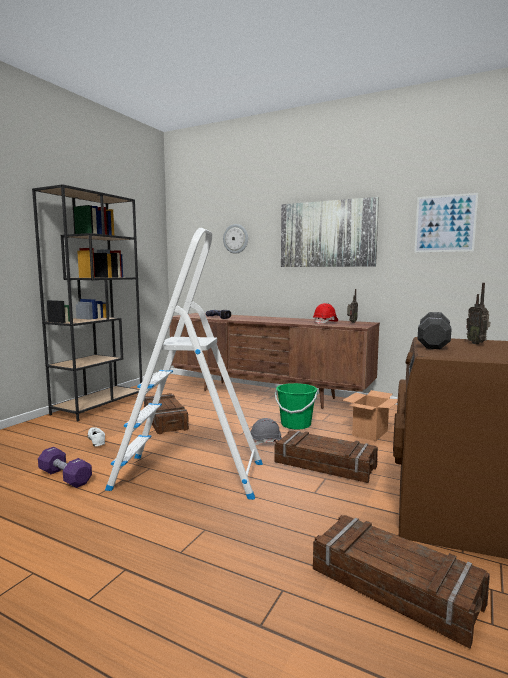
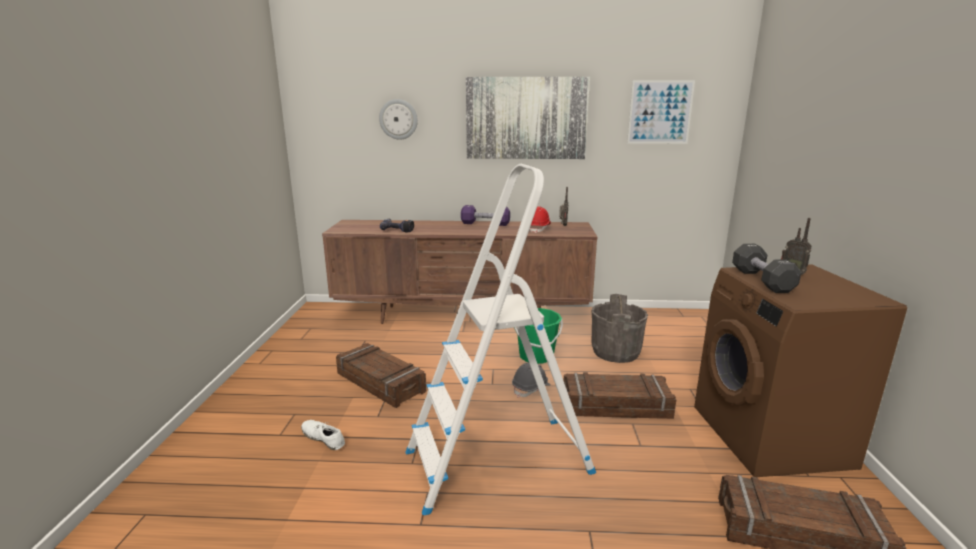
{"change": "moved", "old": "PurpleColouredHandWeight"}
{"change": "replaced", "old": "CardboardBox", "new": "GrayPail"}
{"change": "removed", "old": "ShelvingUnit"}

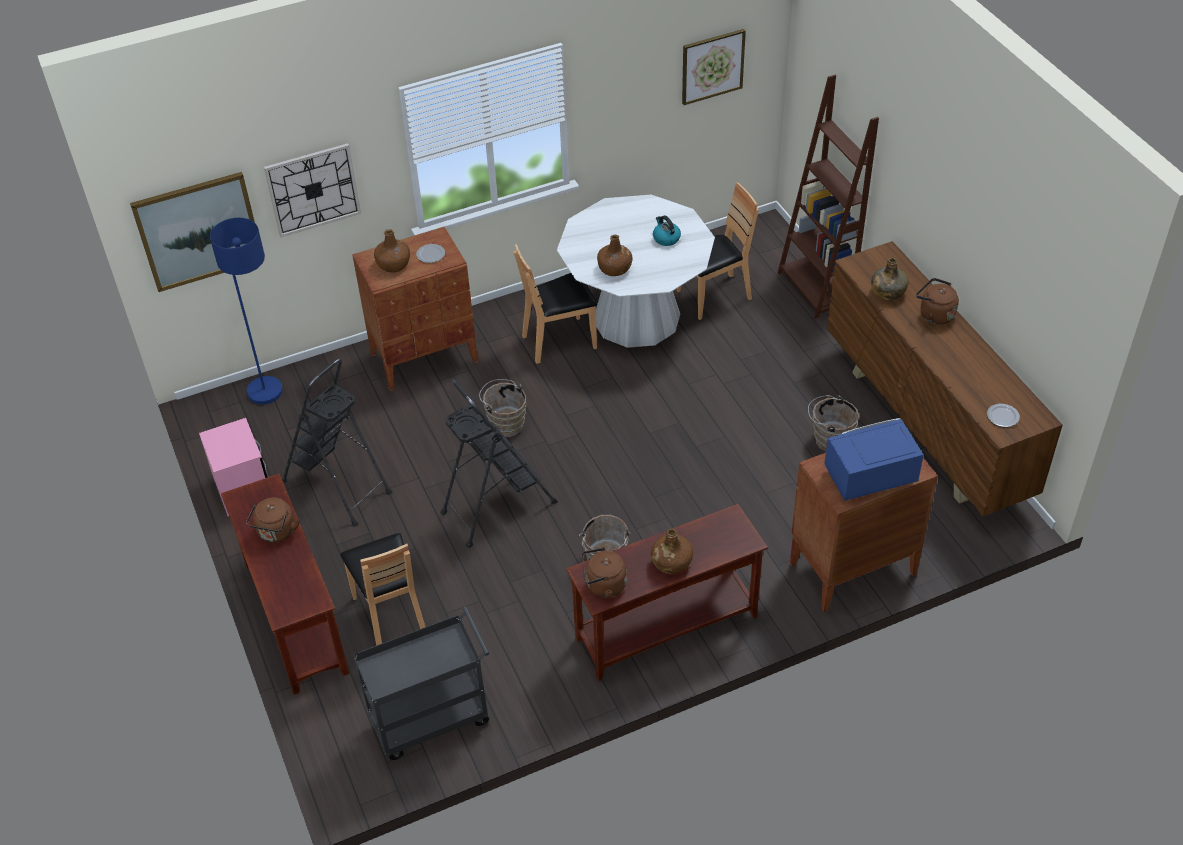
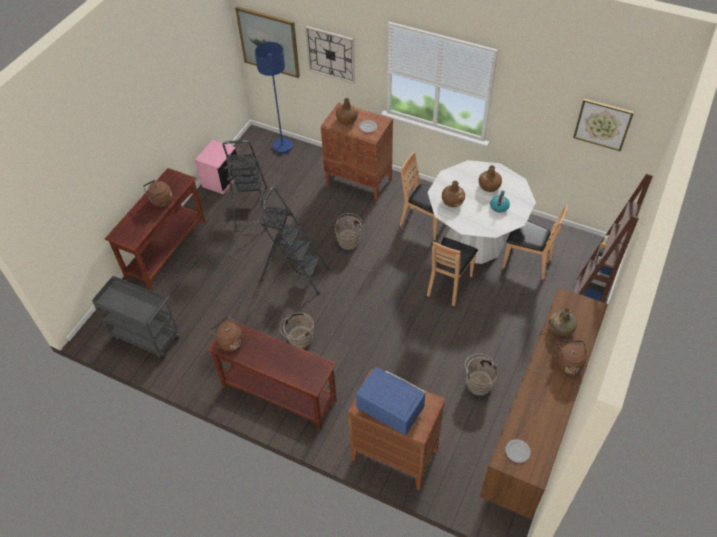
{"change": "moved", "old": "BrownishUprightChair (1st from left in the first image)", "new": "BrownishUprightChair (2nd from left)"}
{"change": "moved", "old": "BrownishDrinkBottle (3rd from left)"}

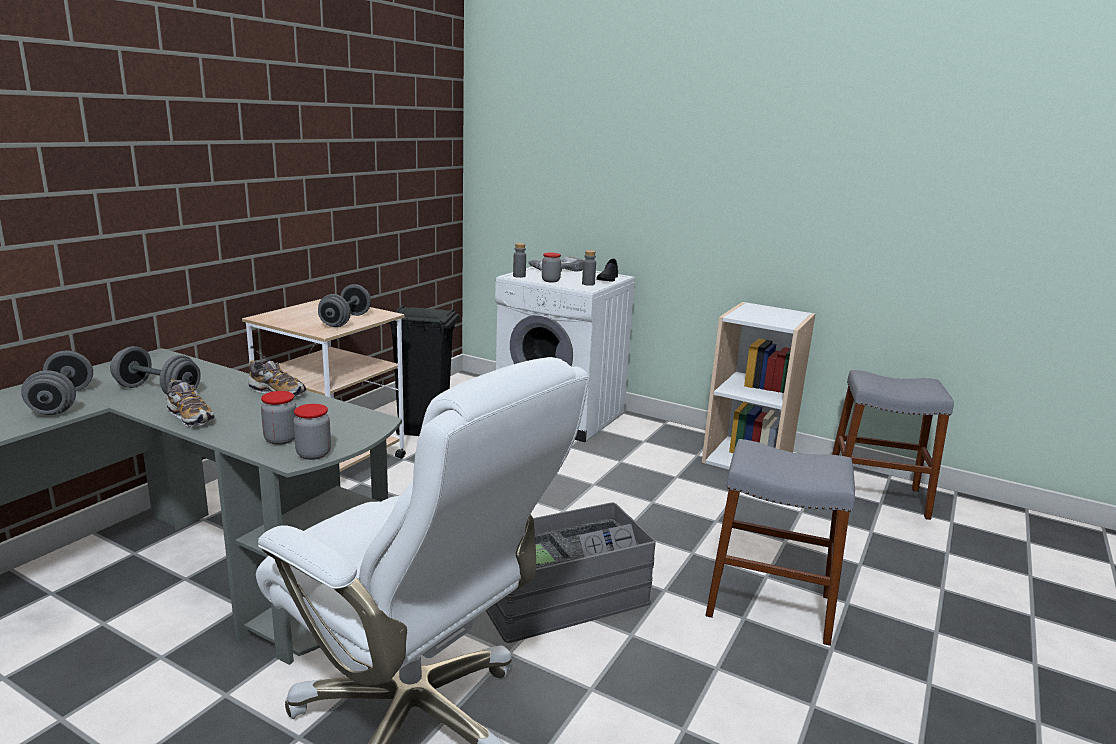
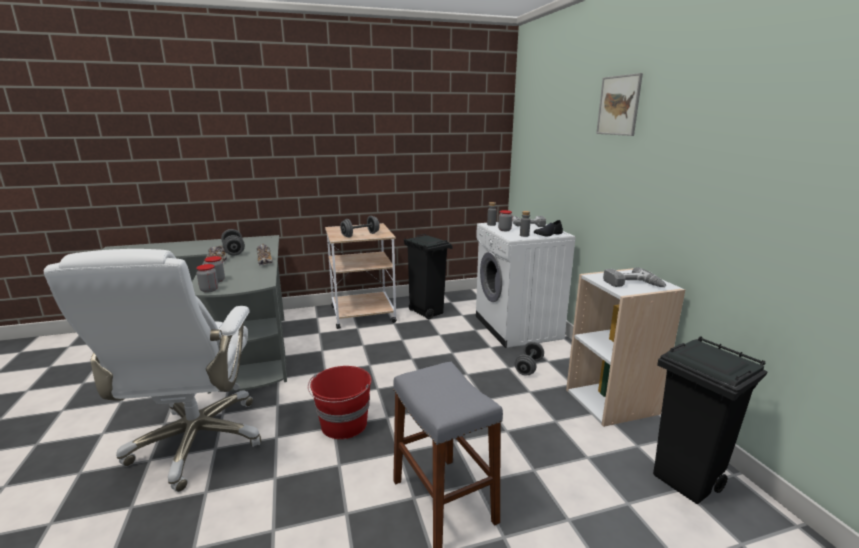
{"change": "replaced", "old": "GrayStorageContainer", "new": "ReddishPail"}
{"change": "moved", "old": "GrayHandWeight (1st from left in the first image)", "new": "GrayHandWeight (3rd from left)"}
{"change": "added", "new": "Picture"}
{"change": "added", "new": "Drill (2nd from left)"}
{"change": "replaced", "old": "GrayStoolSeat (2nd from left)", "new": "BlackishRubbishBin (2nd from left)"}

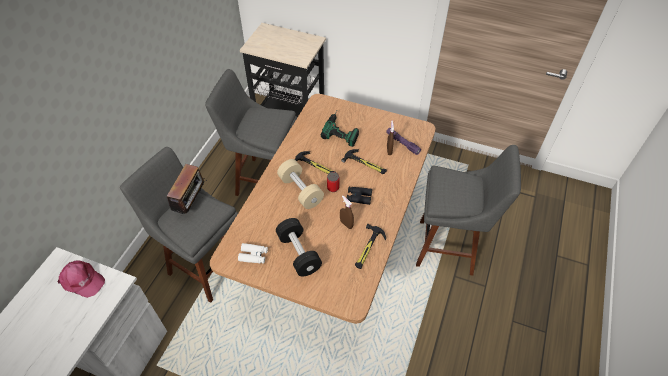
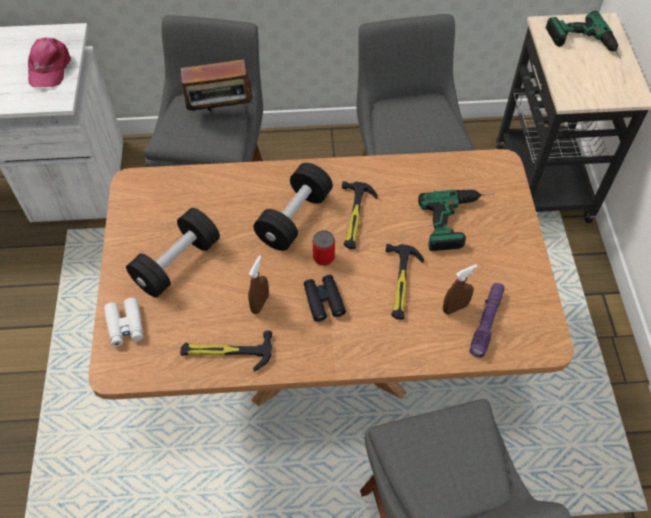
{"change": "moved", "old": "WhitishPairOfBinoculars"}
{"change": "recoloured", "old": "BeigeHandWeight", "new": "BlackishHandWeight (2nd from left)"}
{"change": "added", "new": "Drill (2nd from left)"}

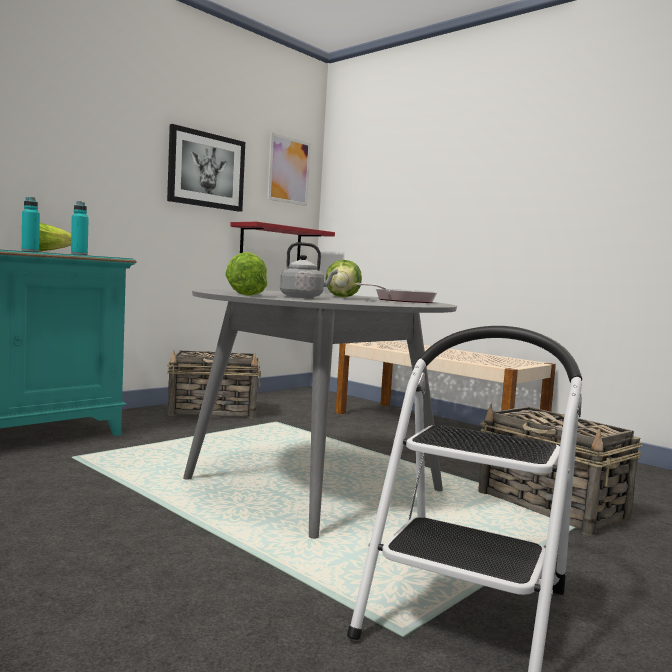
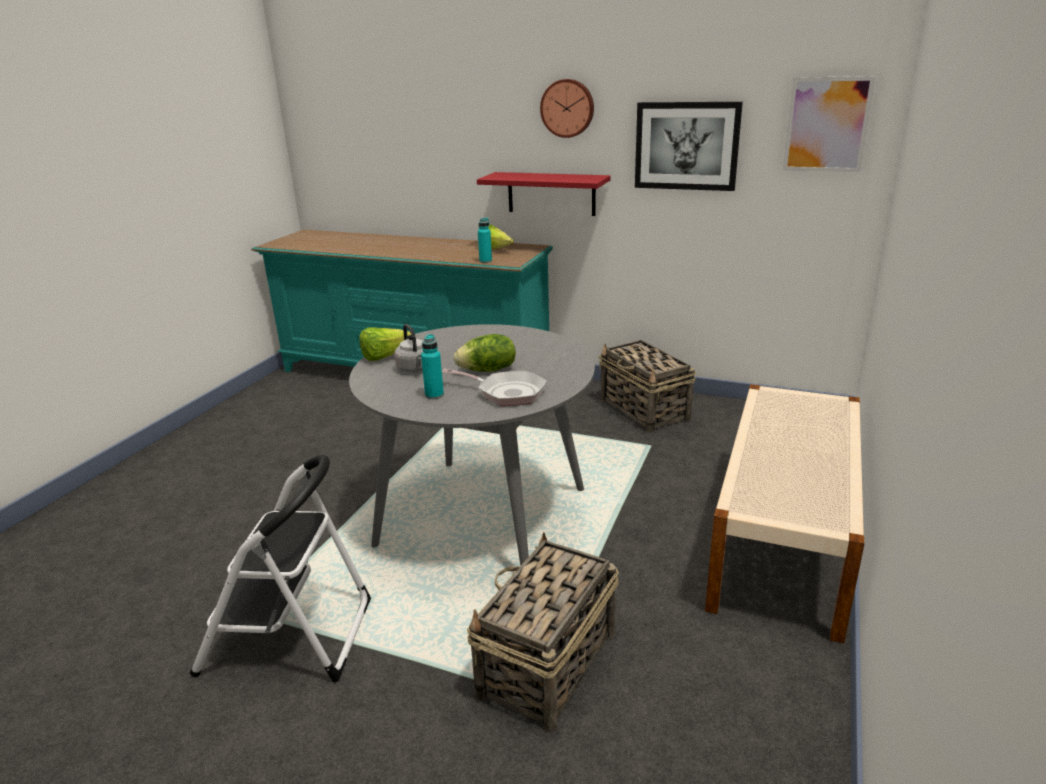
{"change": "moved", "old": "TurquoiseColouredDrinkBottle (1st from left)"}
{"change": "moved", "old": "ReddishWallShelf"}
{"change": "added", "new": "HangingClock"}

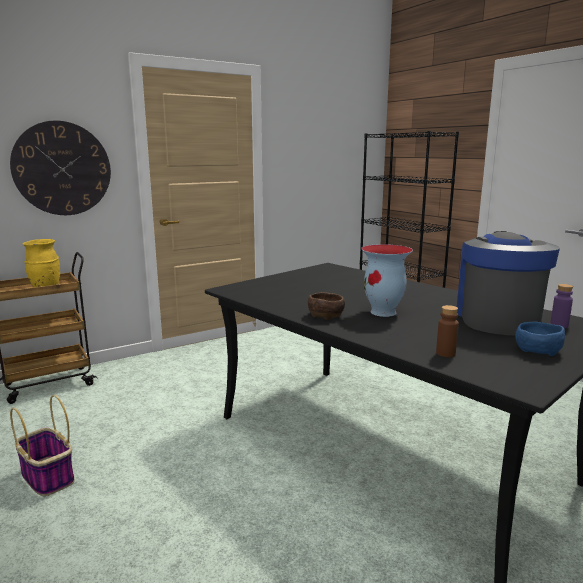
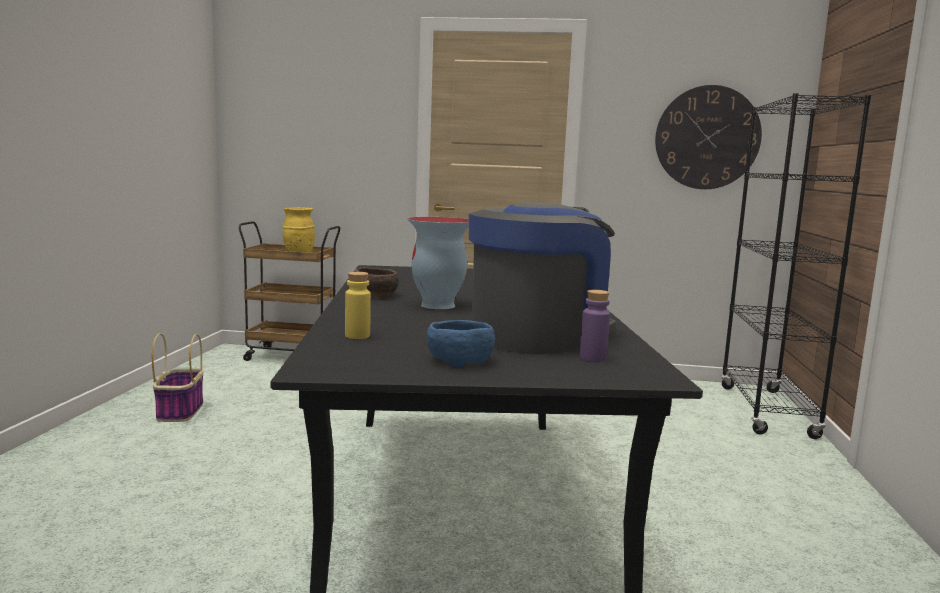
{"change": "recoloured", "old": "BrownishDrinkBottle", "new": "YellowDrinkBottle"}
{"change": "moved", "old": "HangingClock"}

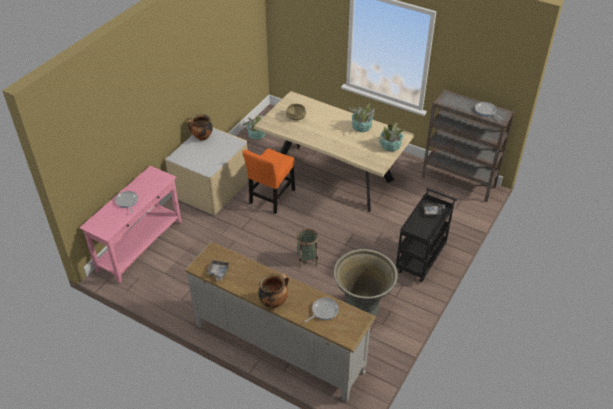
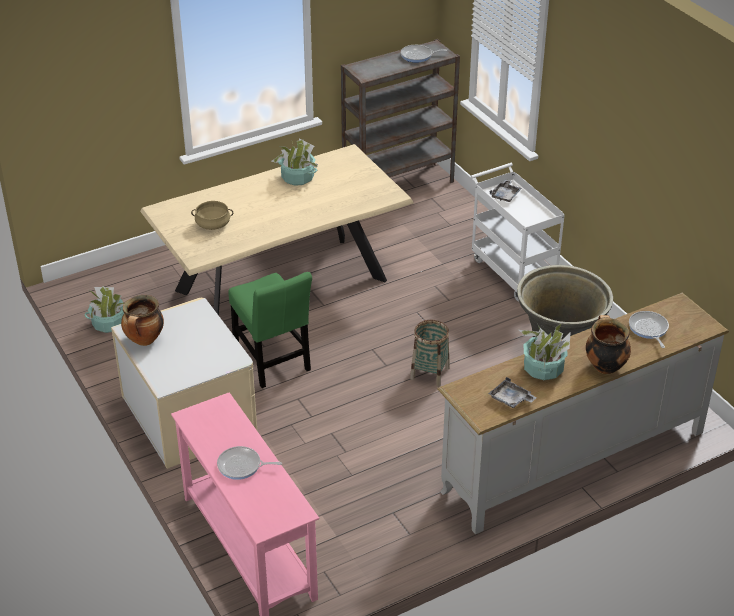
{"change": "recoloured", "old": "OrangeyUprightChair", "new": "GreenUprightChair"}
{"change": "recoloured", "old": "BlackishWheeledCart", "new": "WhitishWheeledCart"}
{"change": "moved", "old": "PottedPlant (3rd from left)"}

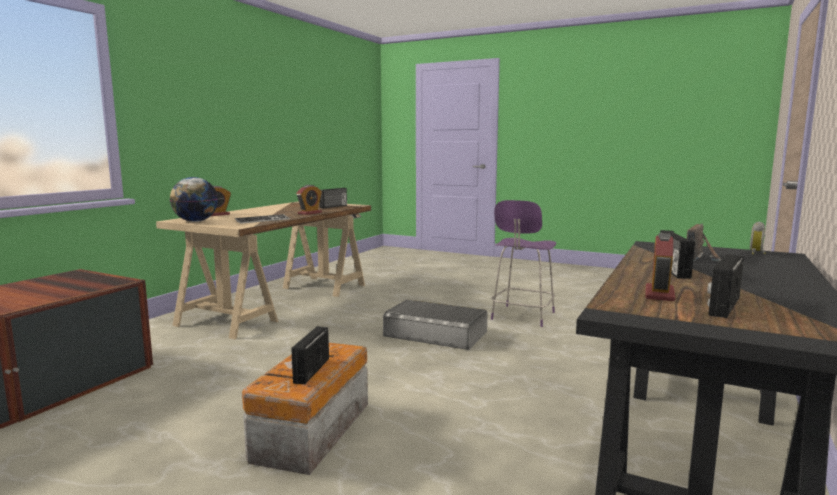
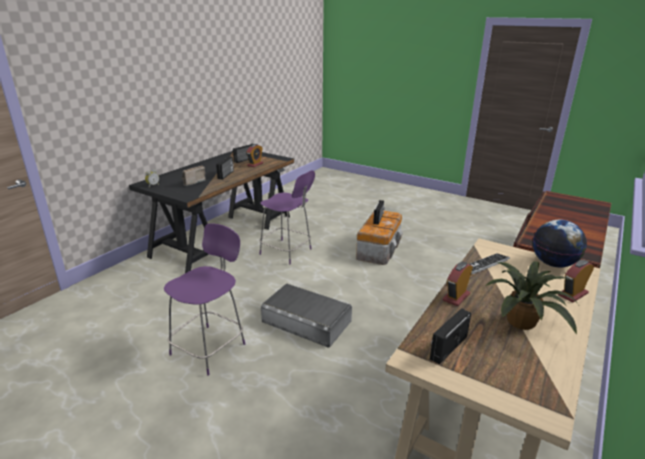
{"change": "added", "new": "PurpleColouredUprightChair (2nd from left)"}
{"change": "added", "new": "PottedPlant"}

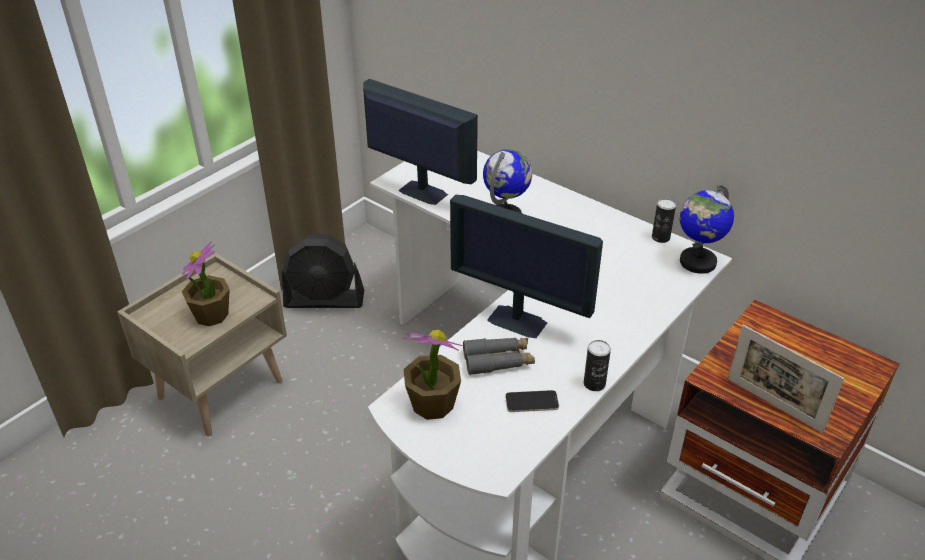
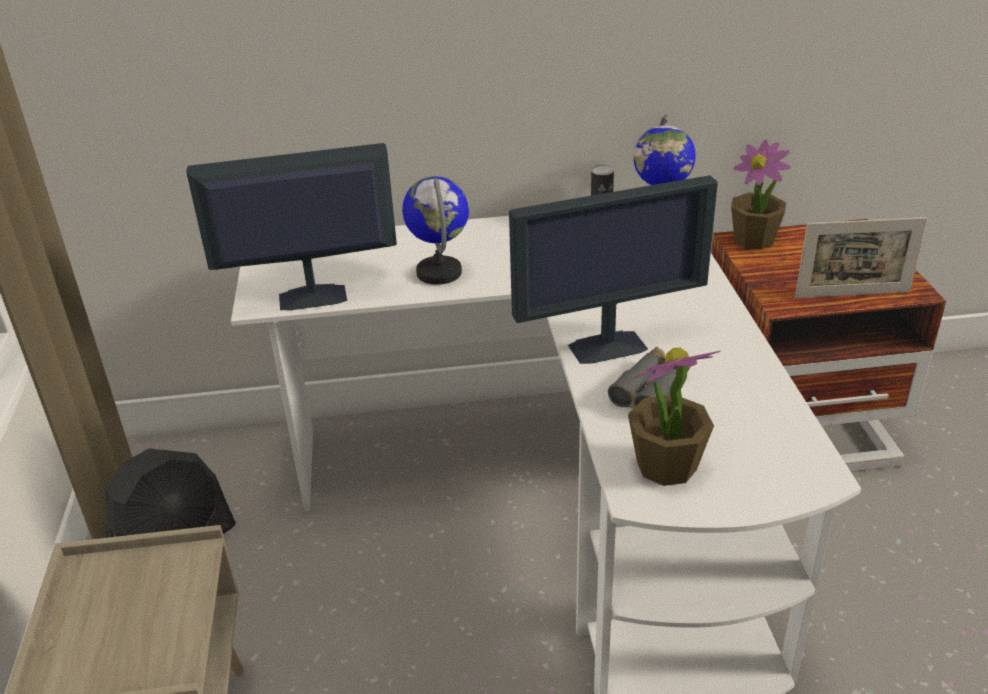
{"change": "moved", "old": "PottedPlant (1st from left in the first image)", "new": "PottedPlant (2nd from left)"}
{"change": "removed", "old": "Telephone"}
{"change": "removed", "old": "MetalCan (1st from left)"}

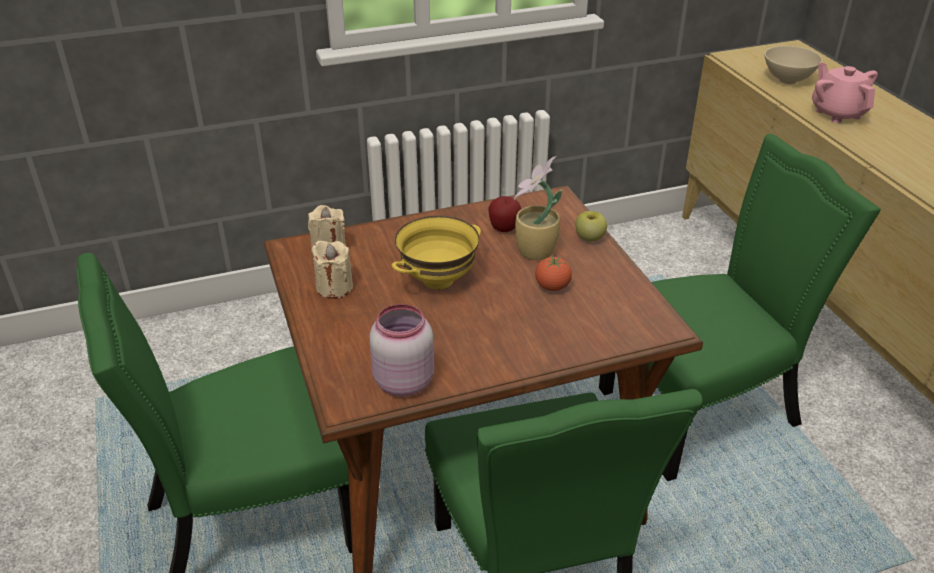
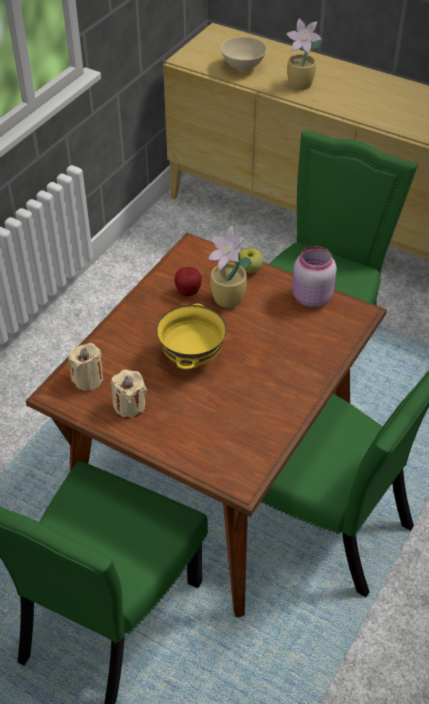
{"change": "replaced", "old": "PinkTeapot", "new": "PottedPlant (2nd from left)"}
{"change": "moved", "old": "PinkJar"}
{"change": "removed", "old": "FreshTomato"}

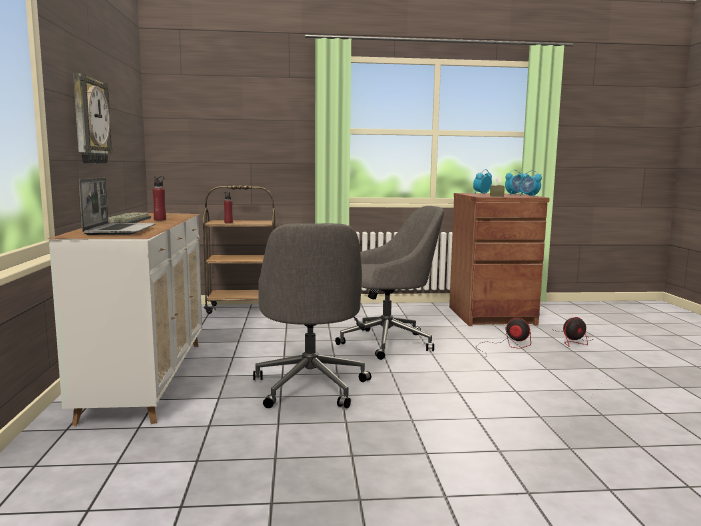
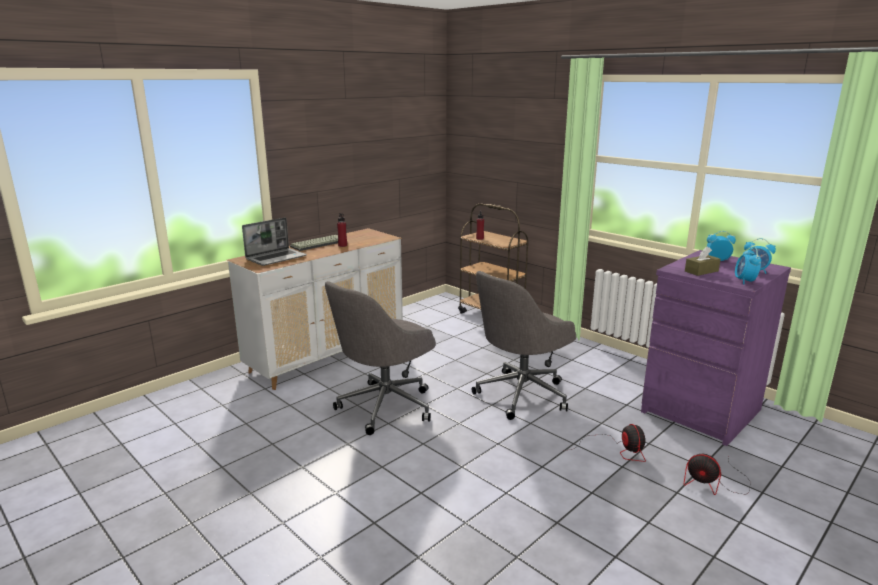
{"change": "turned", "old": "GrayOfficeChair (2nd from left)", "degrees": 105}
{"change": "recoloured", "old": "BrownishDresser", "new": "PurpleColouredDresser"}
{"change": "removed", "old": "HangingClock"}

